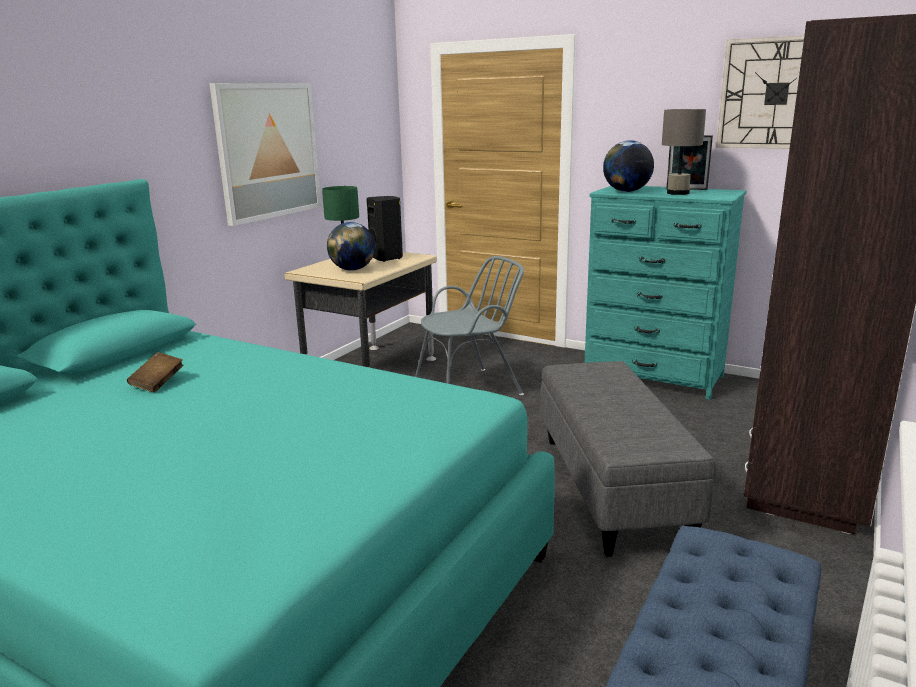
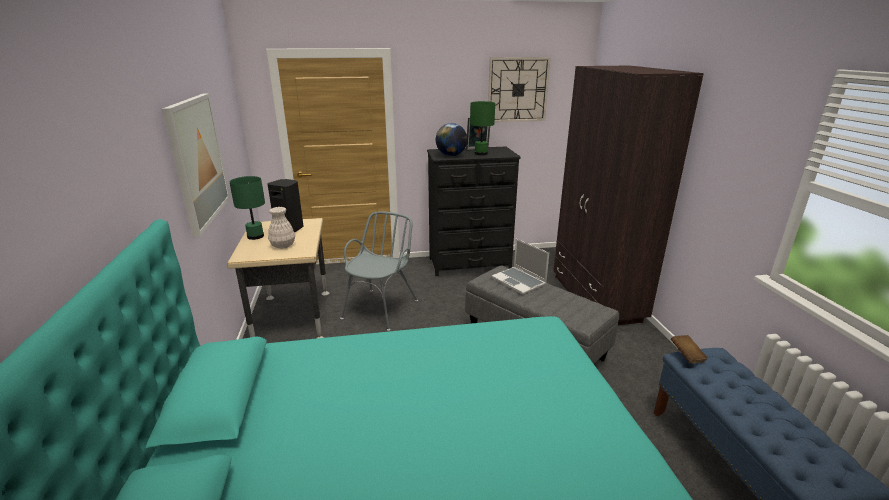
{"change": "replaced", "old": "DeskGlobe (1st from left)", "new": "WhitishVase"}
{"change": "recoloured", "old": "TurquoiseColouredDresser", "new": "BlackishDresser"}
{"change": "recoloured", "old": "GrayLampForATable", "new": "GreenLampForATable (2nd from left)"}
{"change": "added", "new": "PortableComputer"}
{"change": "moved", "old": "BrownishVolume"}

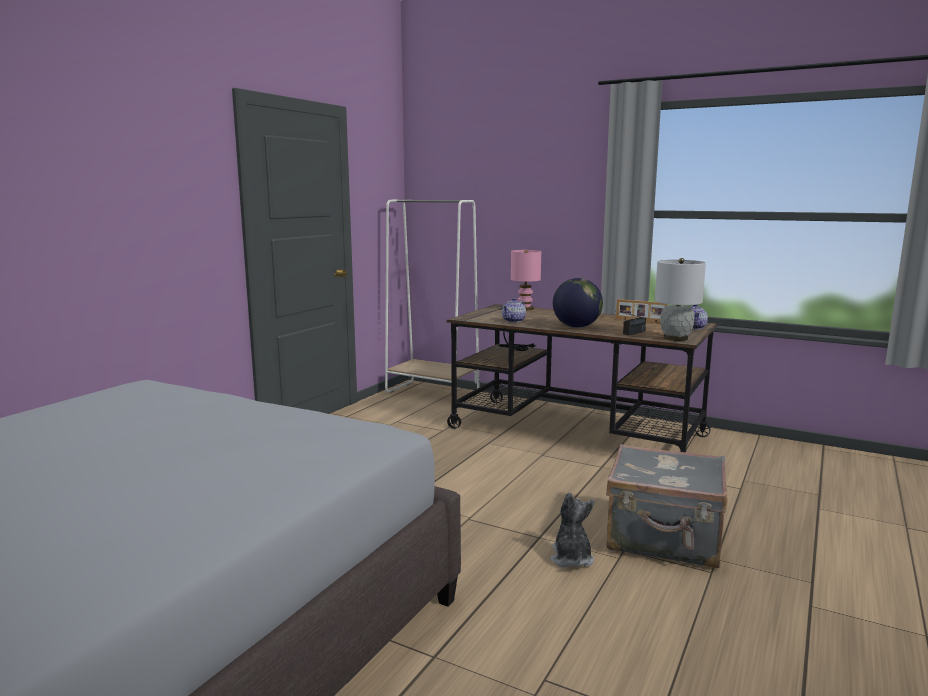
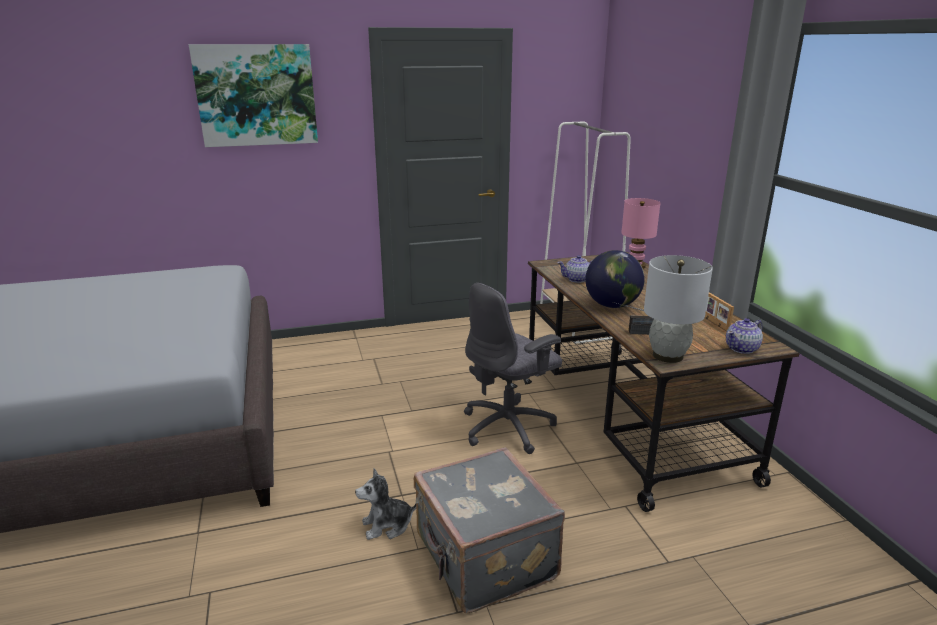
{"change": "added", "new": "Picture"}
{"change": "turned", "old": "SoftToy", "degrees": -150}
{"change": "added", "new": "GrayOfficeChair"}

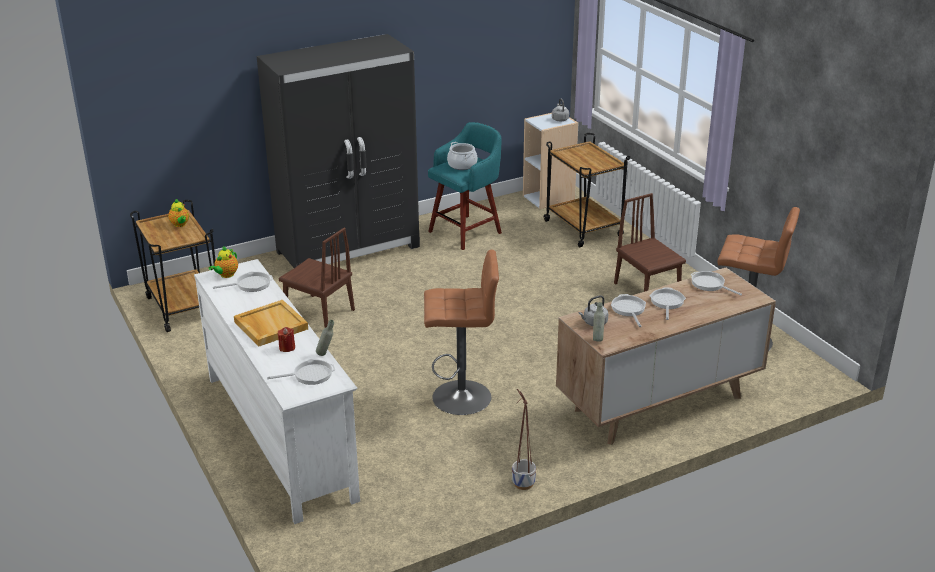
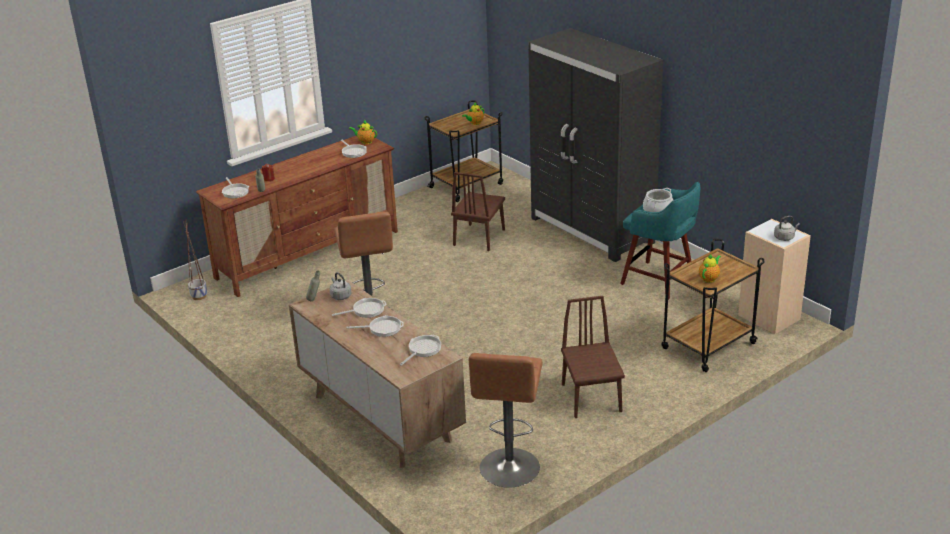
{"change": "moved", "old": "PlantPot"}
{"change": "recoloured", "old": "WhitishDresser", "new": "BrownishDresser"}
{"change": "turned", "old": "BrownishUprightChair (2nd from left)", "degrees": -60}
{"change": "added", "new": "Teapot (3rd from left)"}
{"change": "removed", "old": "BeigeServingTray"}

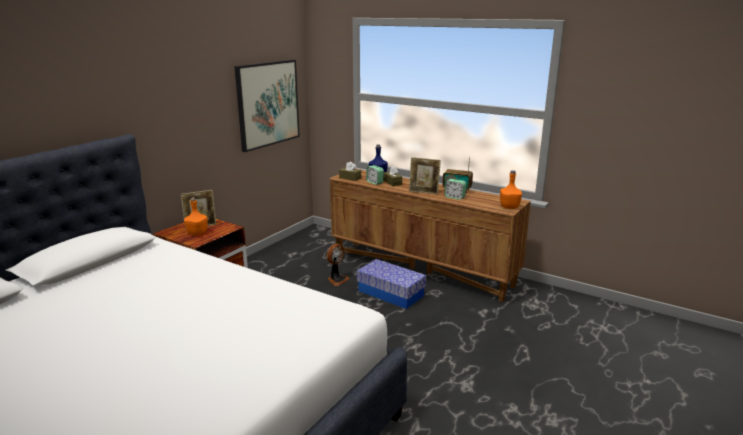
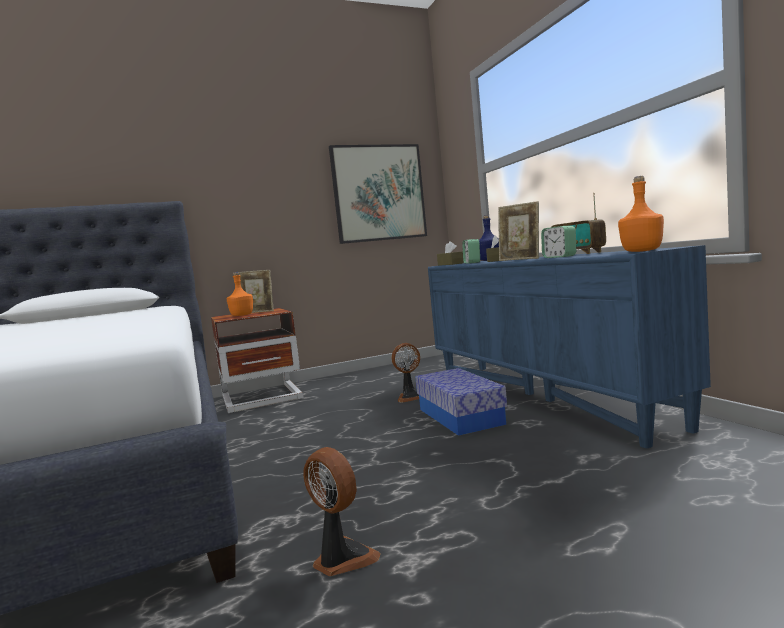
{"change": "added", "new": "Fan (1st from left)"}
{"change": "recoloured", "old": "BrownishDresser", "new": "BlueDresser"}

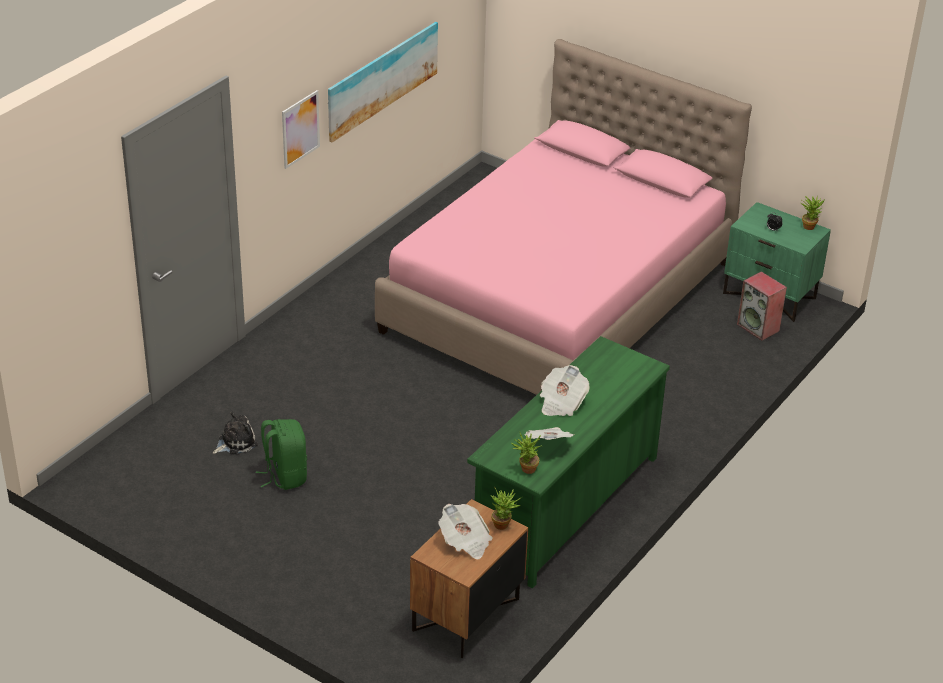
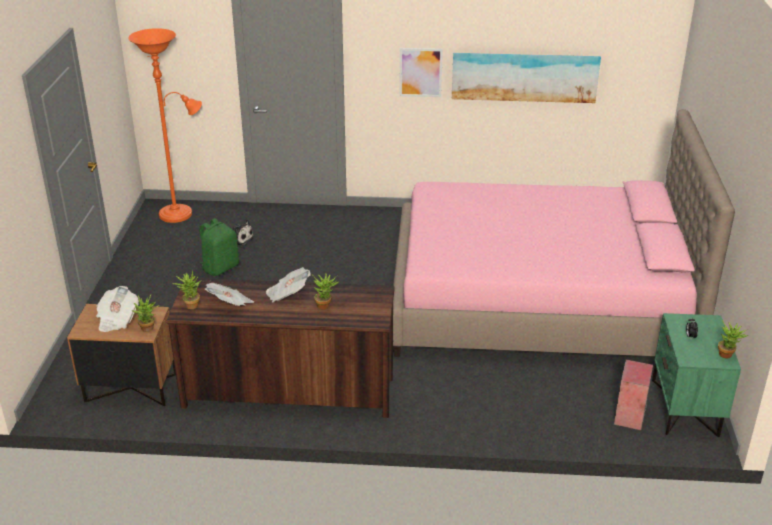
{"change": "added", "new": "OrangeyStandardLamp"}
{"change": "recoloured", "old": "GreenDresser", "new": "BrownishDresser"}
{"change": "added", "new": "PottedPlant (3rd from left)"}

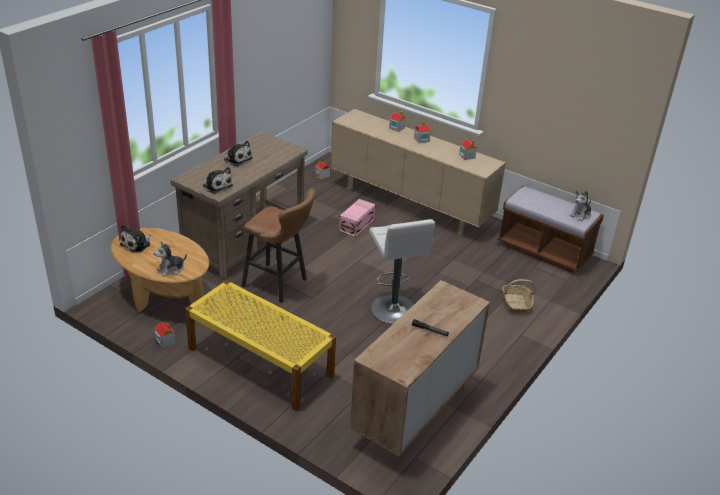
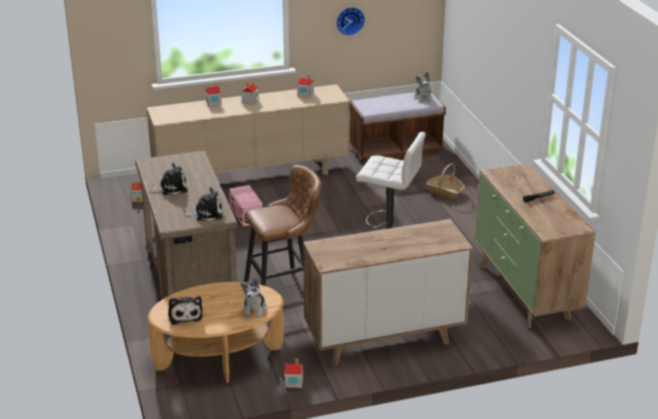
{"change": "replaced", "old": "YellowBench", "new": "Dresser (1st from left)"}
{"change": "added", "new": "HangingClock"}

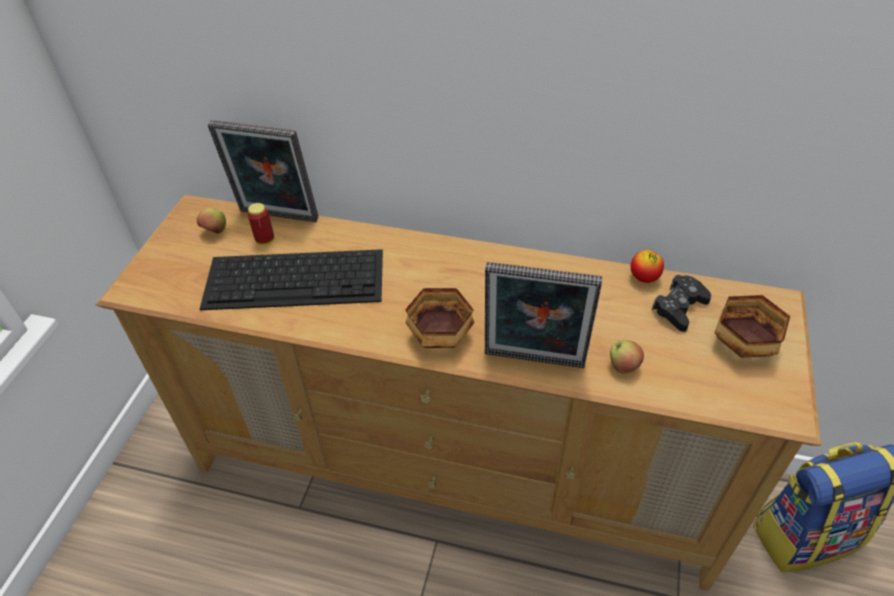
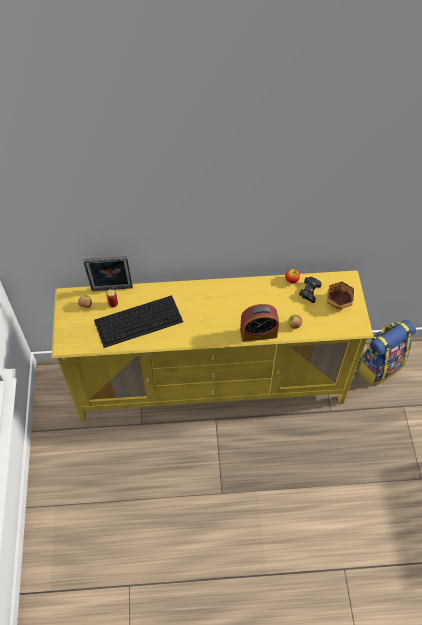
{"change": "recoloured", "old": "BrownishDresser", "new": "YellowDresser"}
{"change": "replaced", "old": "PictureFrame (2nd from left)", "new": "TableClock"}
{"change": "removed", "old": "DeepDish (1st from left)"}

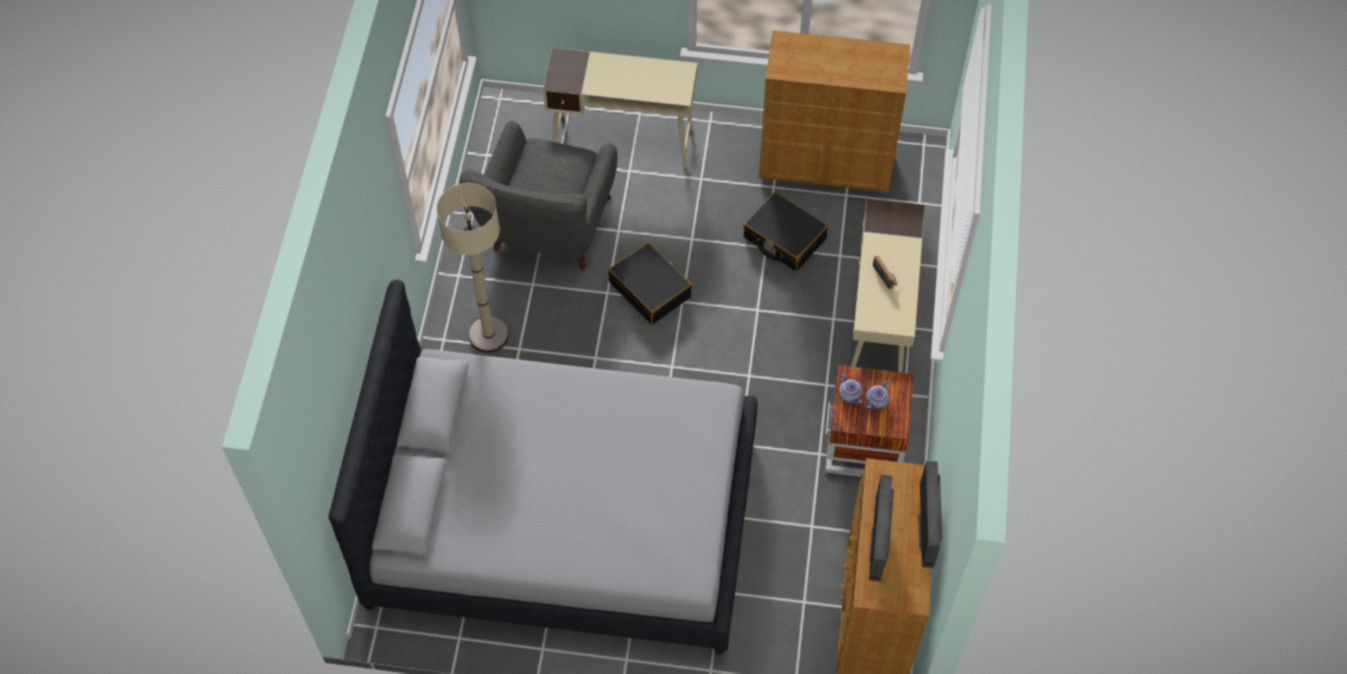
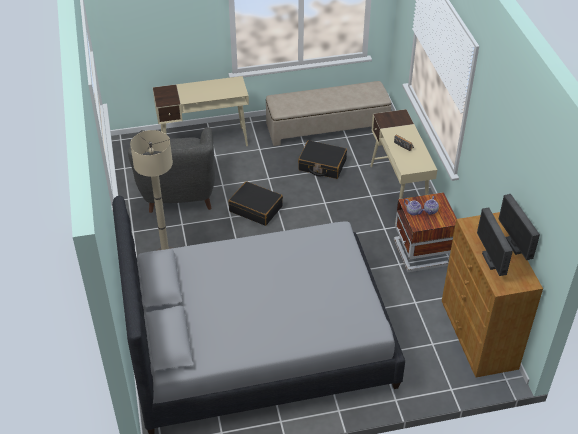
{"change": "replaced", "old": "BrownishDresser (1st from left)", "new": "BeigeBench"}

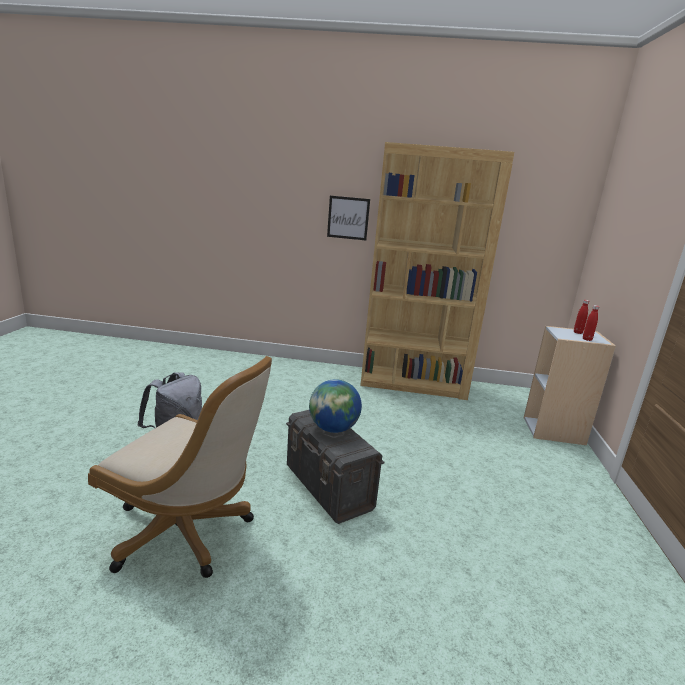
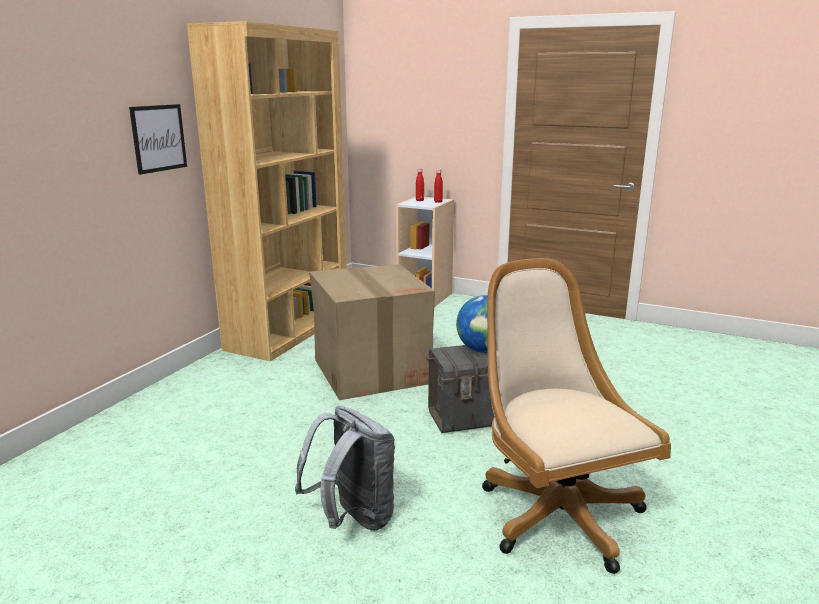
{"change": "added", "new": "CardboardBox"}
{"change": "turned", "old": "OfficeChair", "degrees": -60}

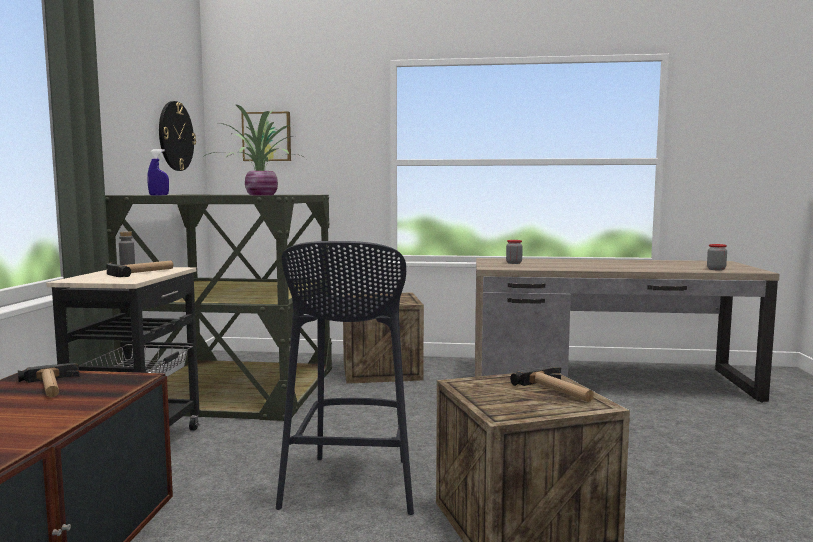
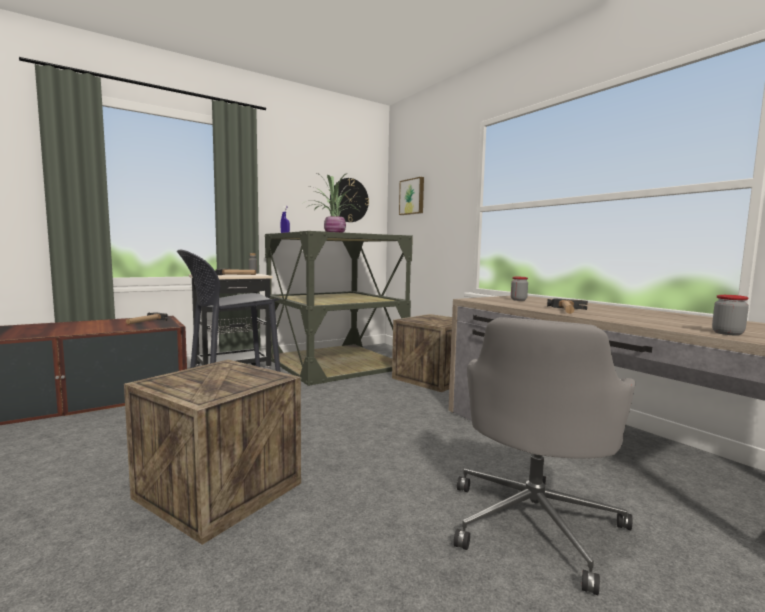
{"change": "added", "new": "GrayOfficeChair"}
{"change": "moved", "old": "HandHammer (3rd from left)"}

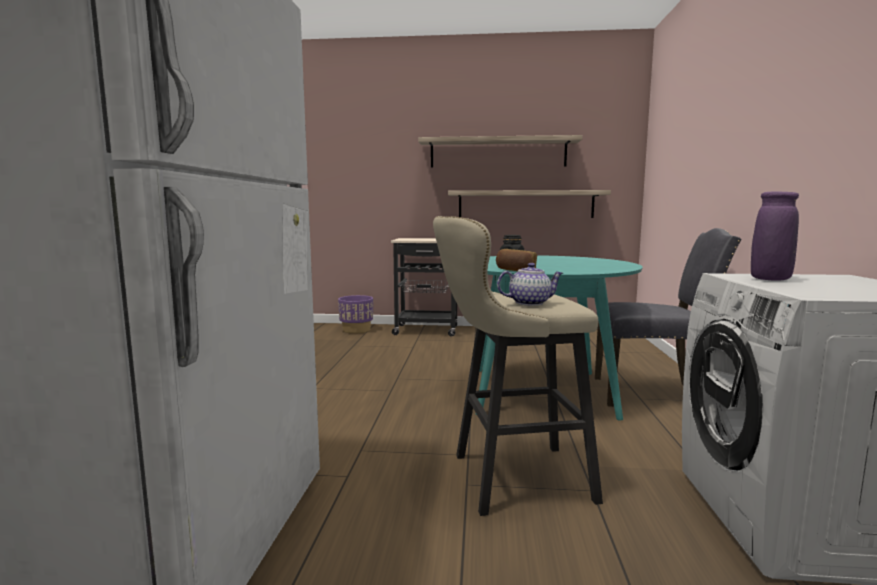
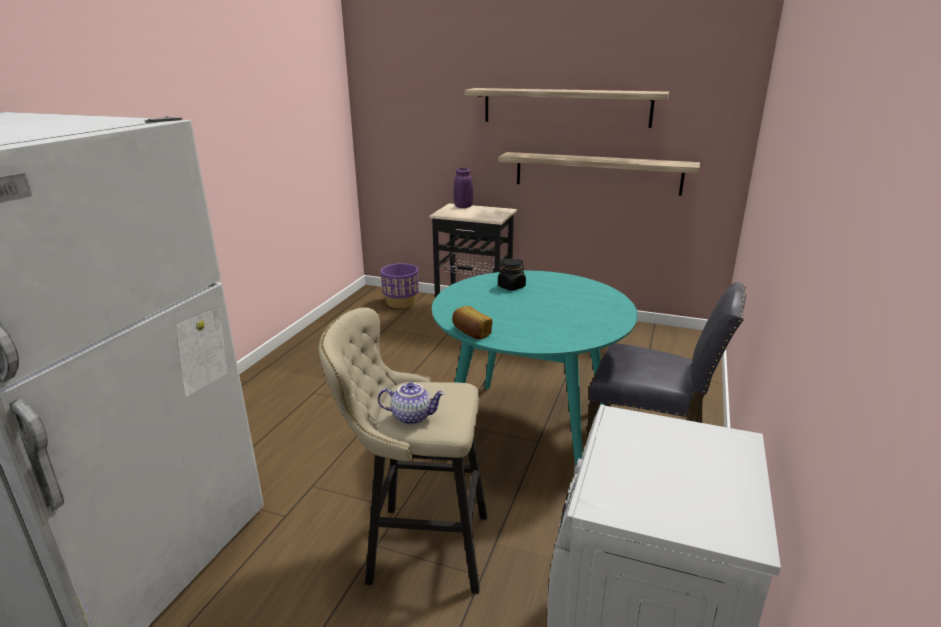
{"change": "moved", "old": "PurpleColouredVase"}

